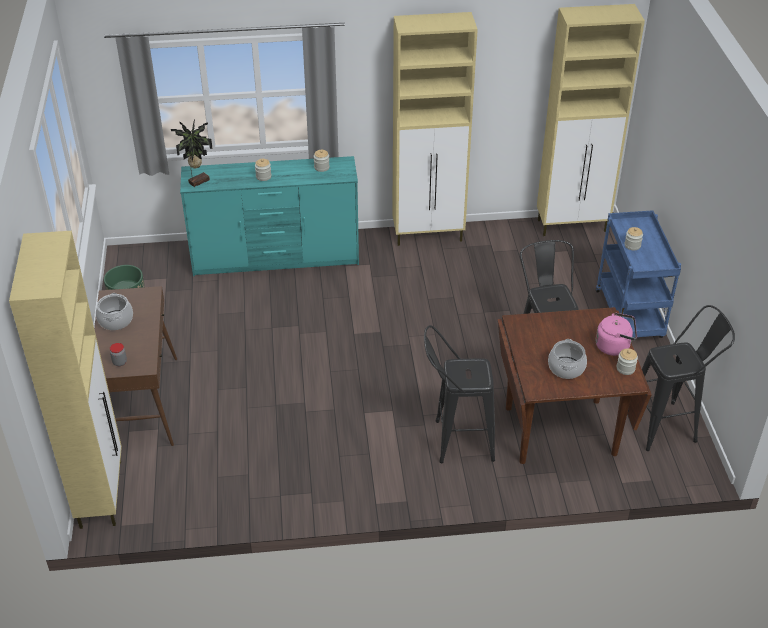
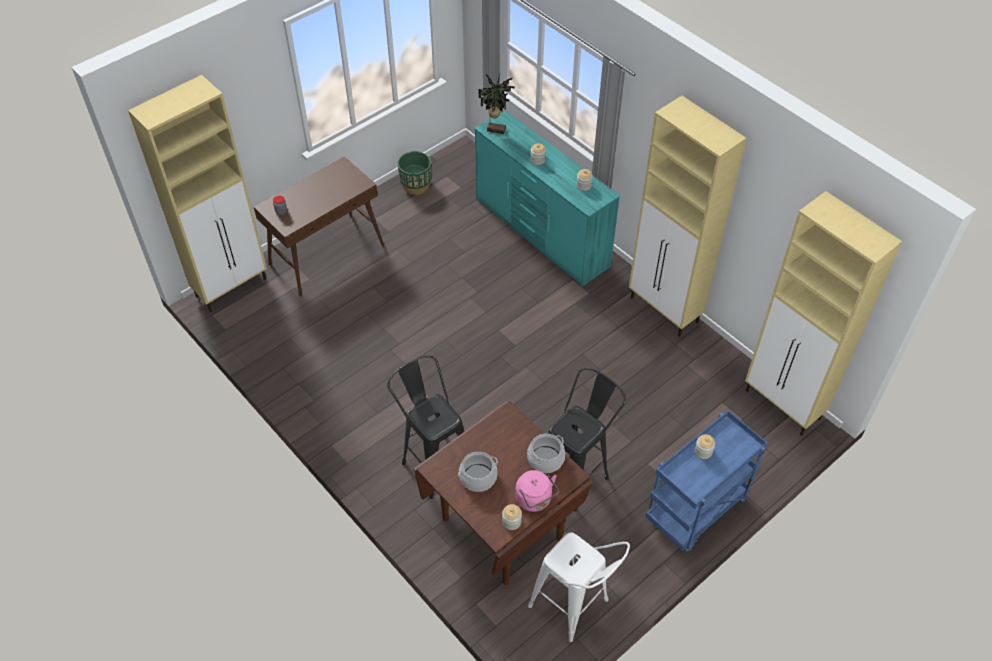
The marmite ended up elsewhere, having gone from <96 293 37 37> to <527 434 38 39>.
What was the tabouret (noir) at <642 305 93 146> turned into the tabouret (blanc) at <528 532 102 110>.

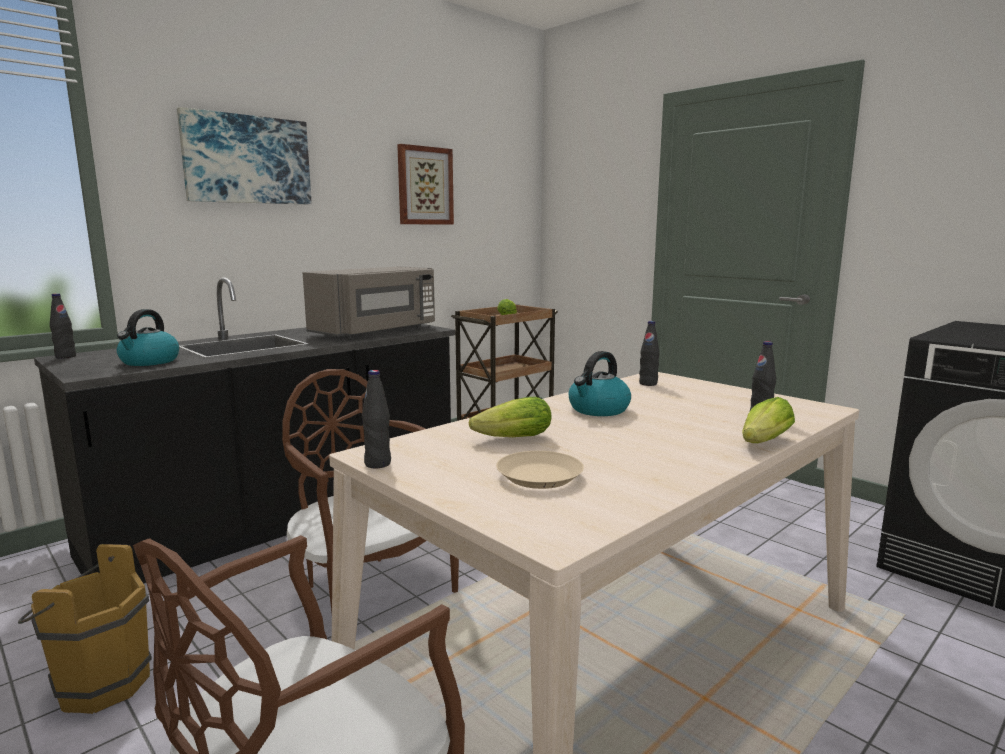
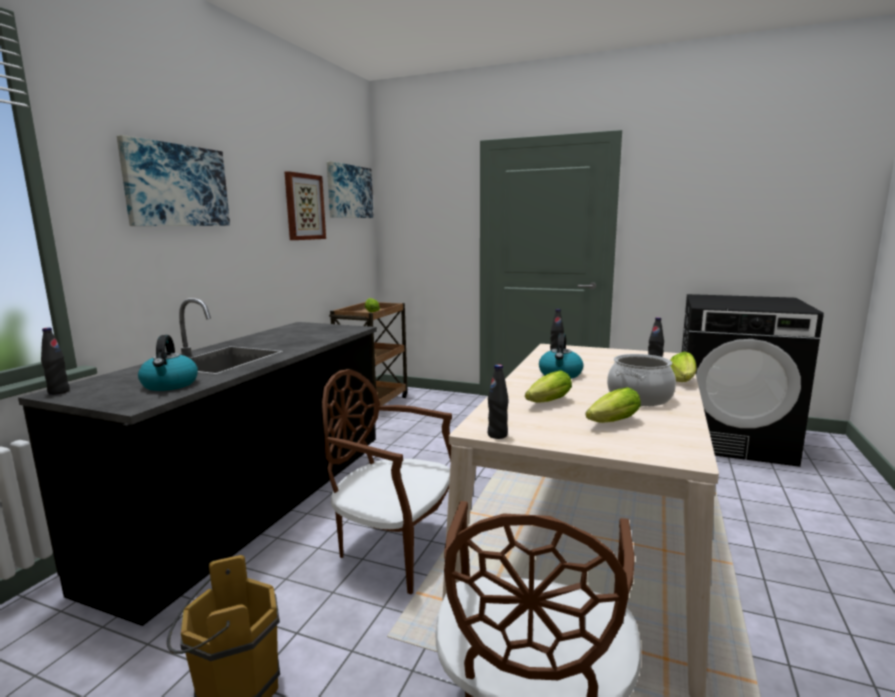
The second view lost the micro-ondes (gris) at <303 266 132 73>.
The second view gained the tableau at <327 161 47 57>.
The second view gained the marmite at <607 354 69 52>.
Where the assiette (beige) stood at <496 451 88 38>, the laitue came to stand at <585 387 56 36>.

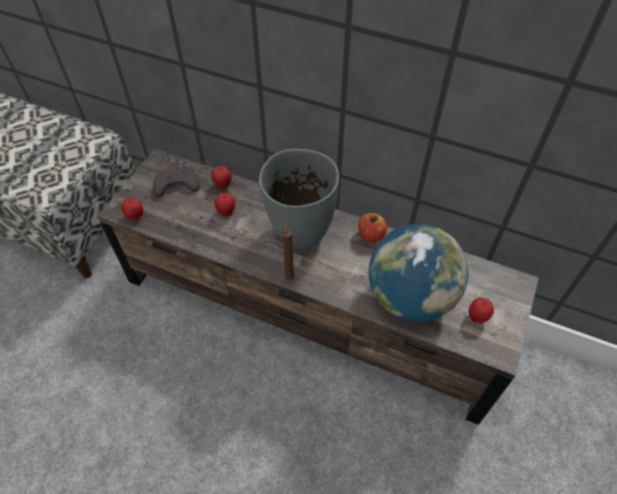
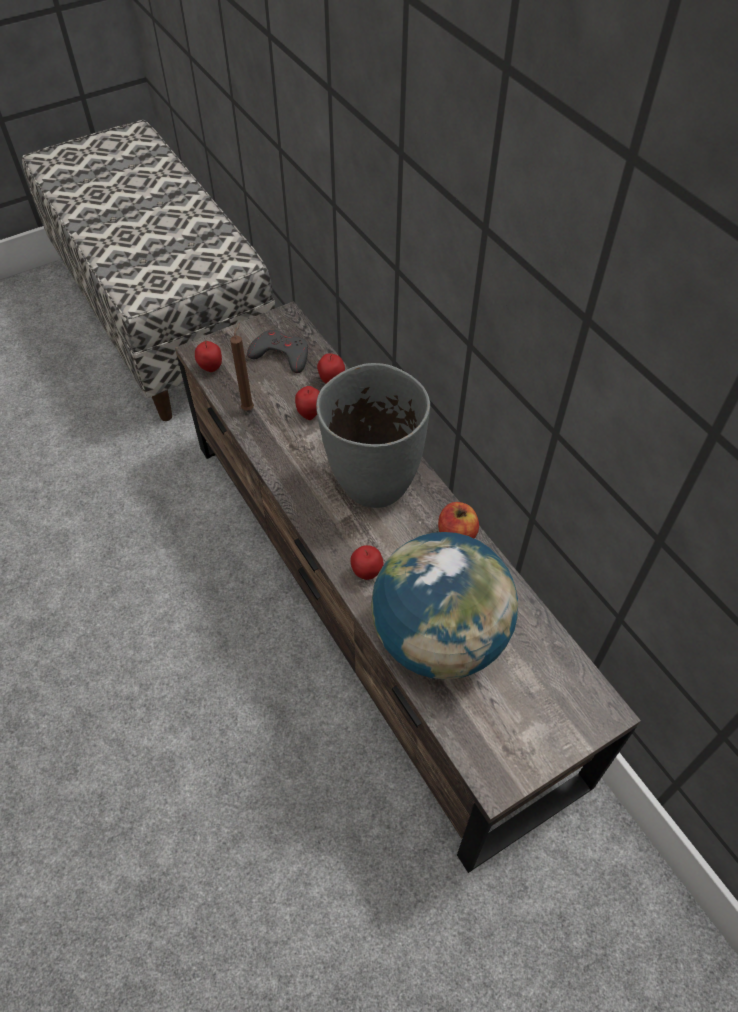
The bougie (marron) ended up elsewhere, having gone from <283 220 12 61> to <230 323 24 88>.
The pomme ended up elsewhere, having gone from <469 298 25 25> to <351 545 33 35>.

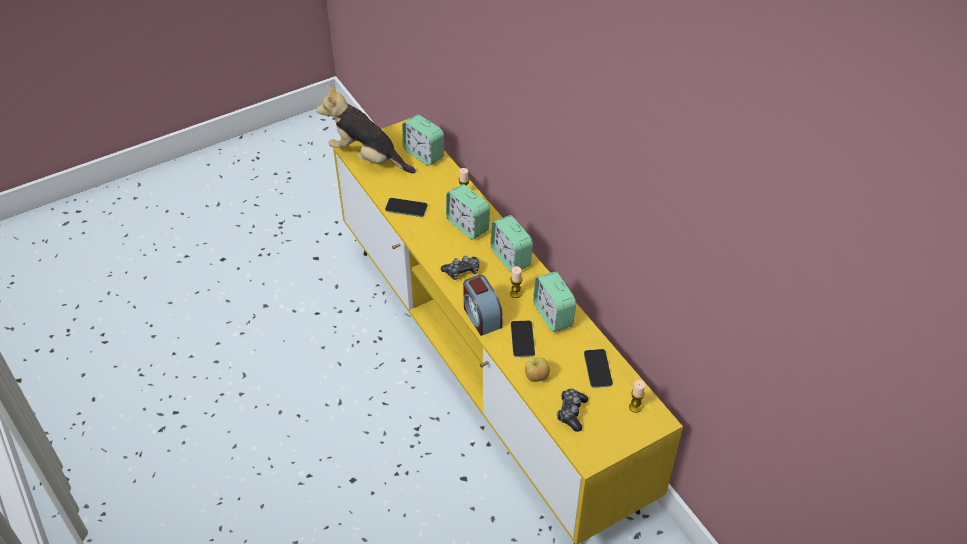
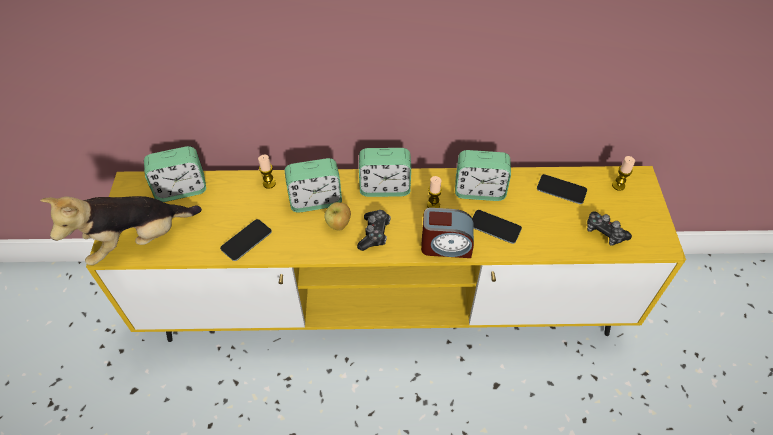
The pomme ended up elsewhere, having gone from <525 357 25 25> to <324 202 27 29>.

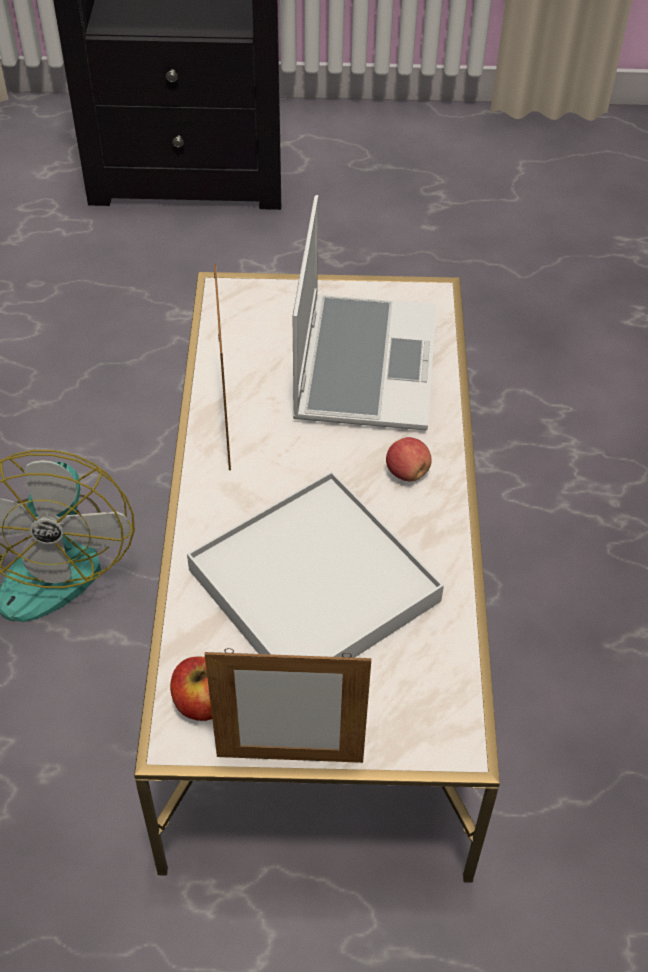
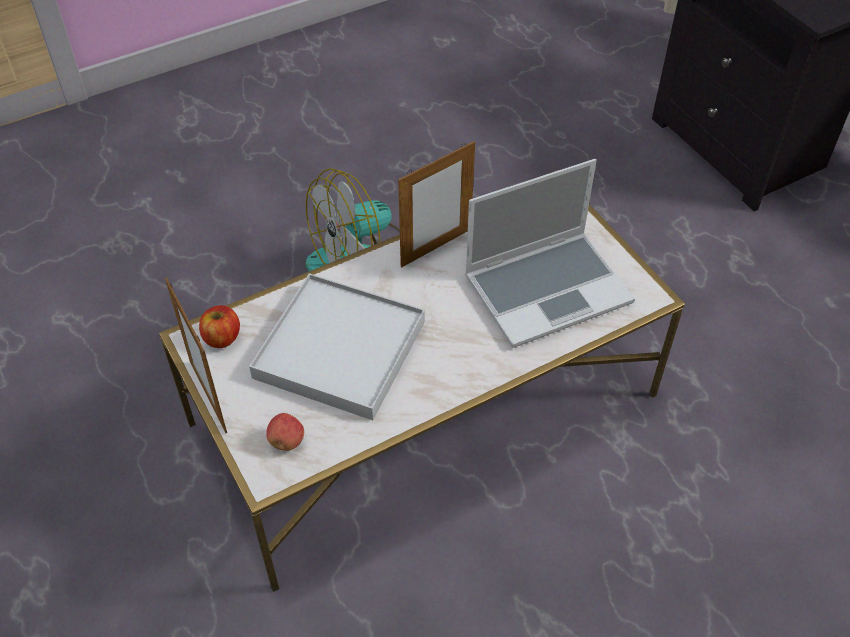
The pomme ended up elsewhere, having gone from <386 437 45 44> to <266 413 38 38>.

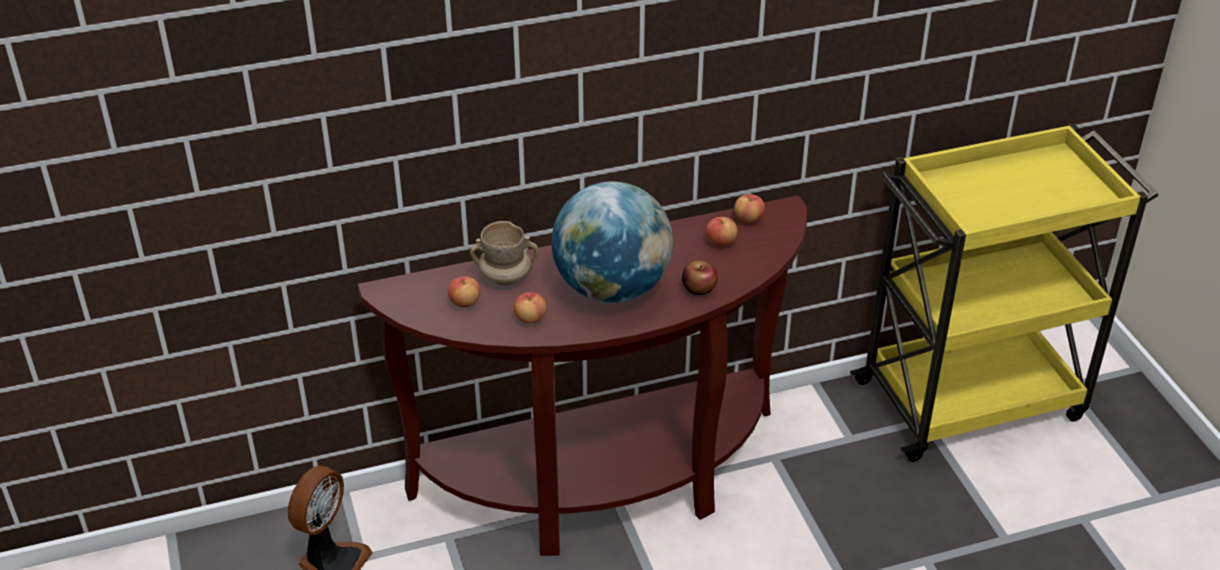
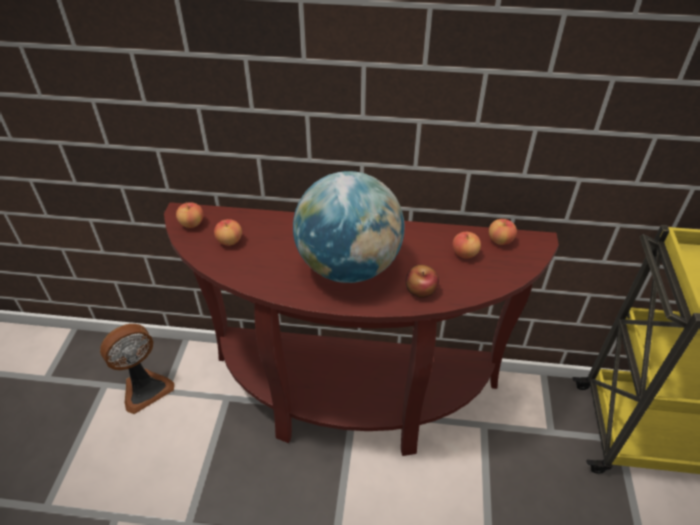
The second view lost the mug (beige) at <470 221 69 64>.
The pomme ended up elsewhere, having gone from <514 292 33 32> to <176 202 27 26>.

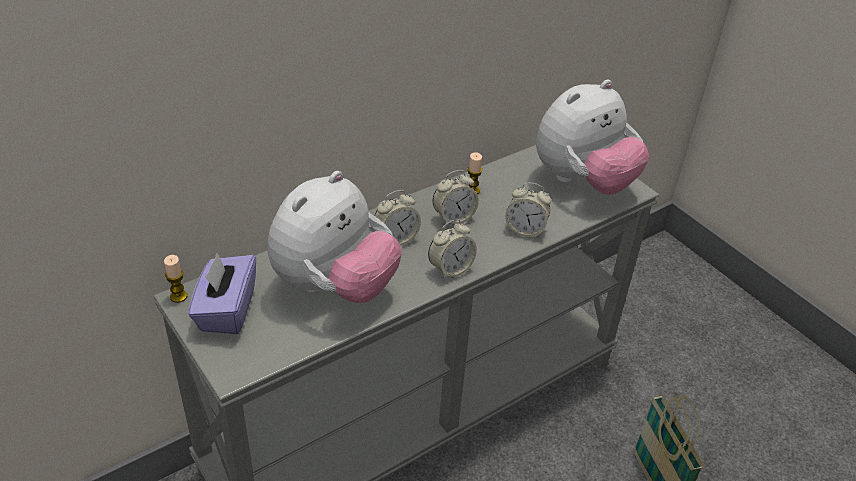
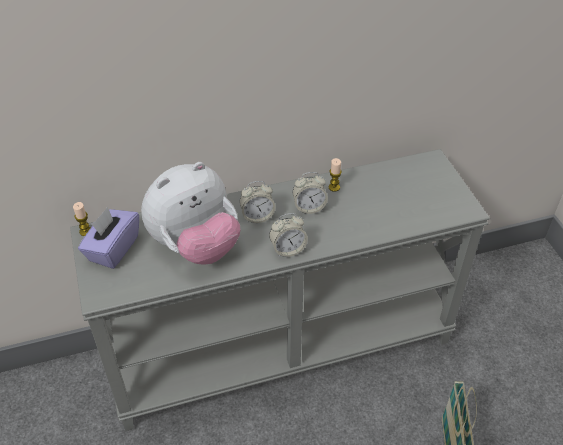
The second view lost the réveil at <505 183 46 55>.
The second view lost the peluche at <536 80 113 115>.

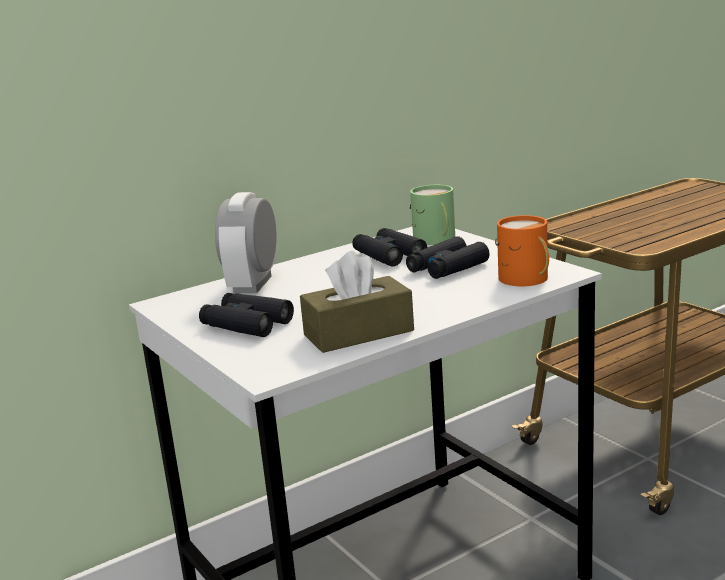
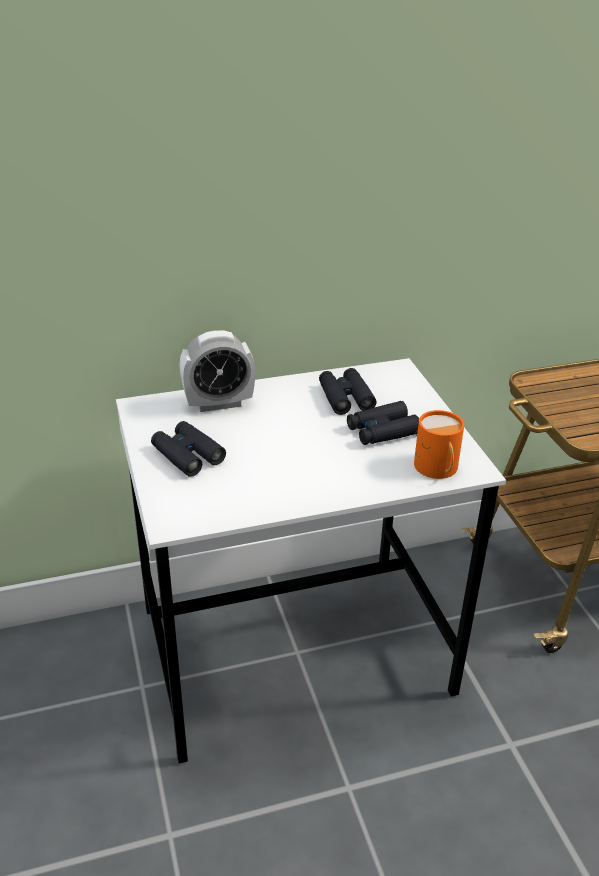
The second view lost the boîte à mouchoirs (marron) at <300 251 114 102>.
The second view lost the mug (vert) at <410 185 45 60>.
The réveil at <215 192 62 101> ended up facing another way, 135 degrees counterclockwise from before.

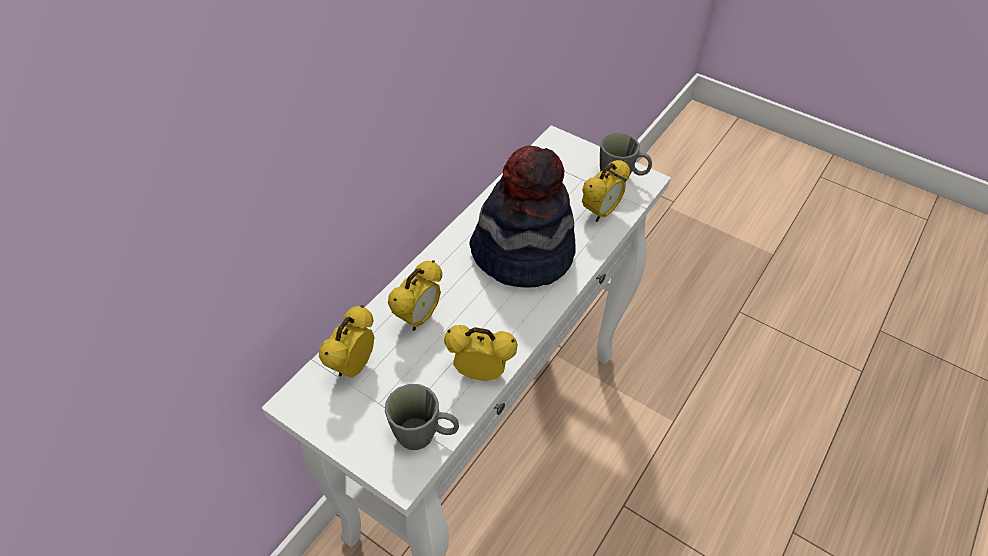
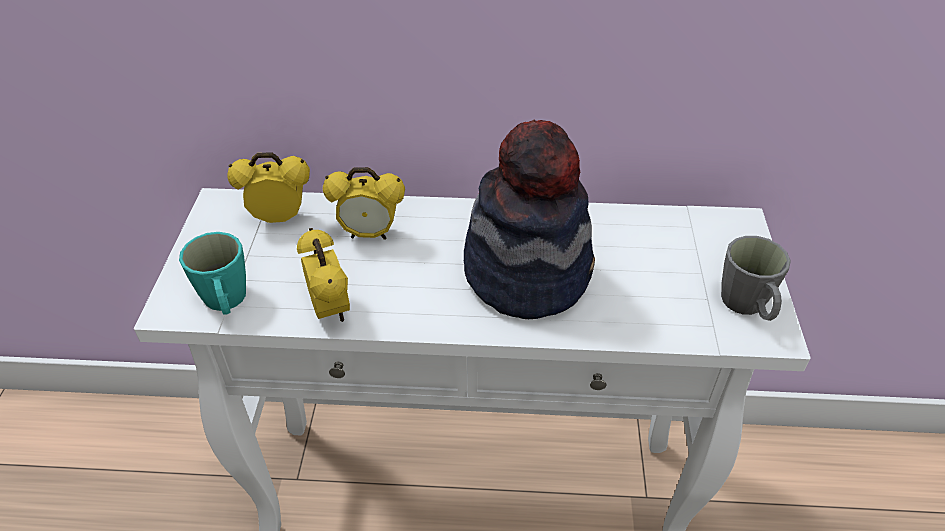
The second view lost the réveil at <582 160 48 62>.
What was the mug (gris) at <385 384 74 66> turned into the mug (turquoise) at <179 232 67 83>.

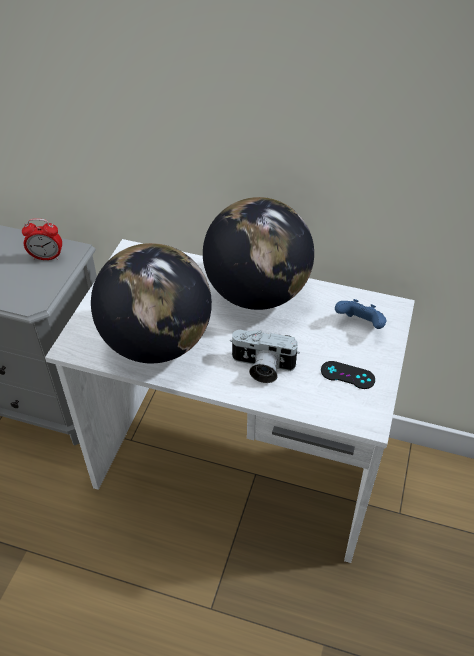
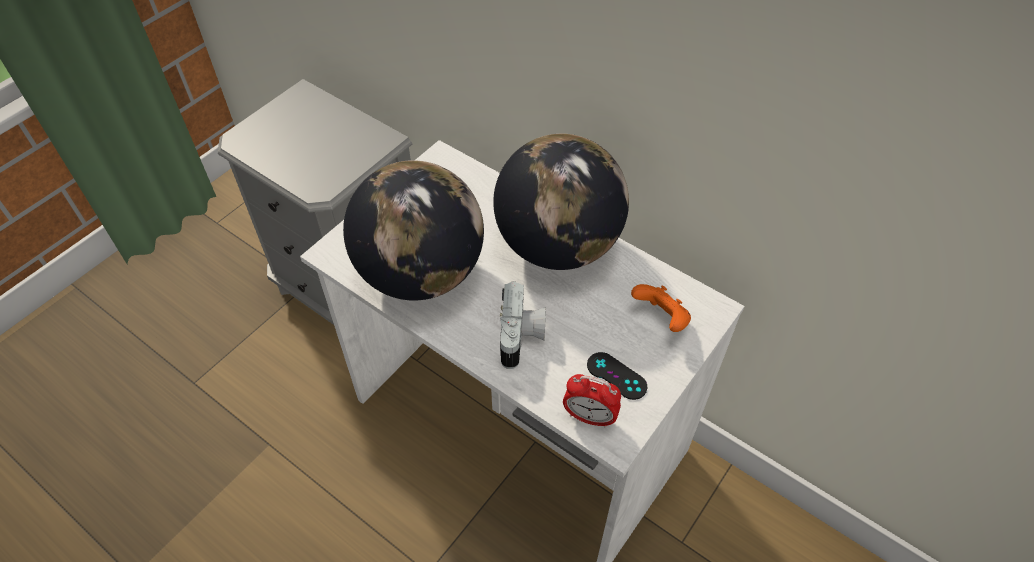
The réveil ended up elsewhere, having gone from <22 218 40 42> to <563 374 58 54>.
What was the manette (bleu) at <335 299 51 30> turned into the manette (orange) at <631 284 60 48>.
The appareil photo at <230 330 70 53> ended up facing another way, 120 degrees counterclockwise from before.

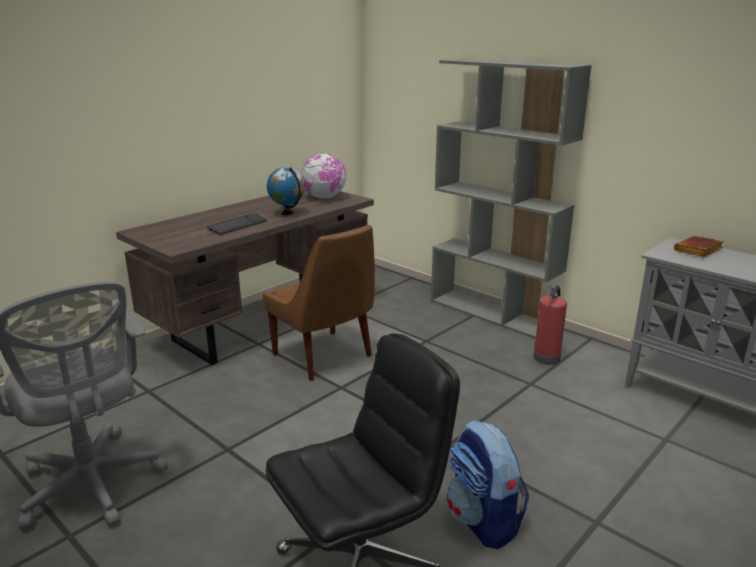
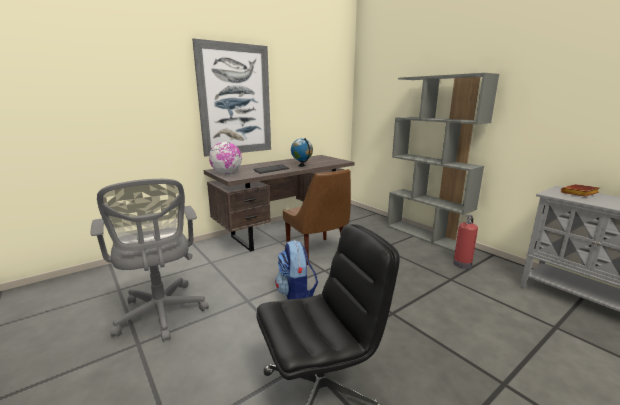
The second view gained the tableau at <192 38 79 119>.
The globe ended up elsewhere, having gone from <302 154 45 45> to <209 142 33 32>.
The sac à dos ended up elsewhere, having gone from <447 420 82 129> to <275 240 43 59>.

